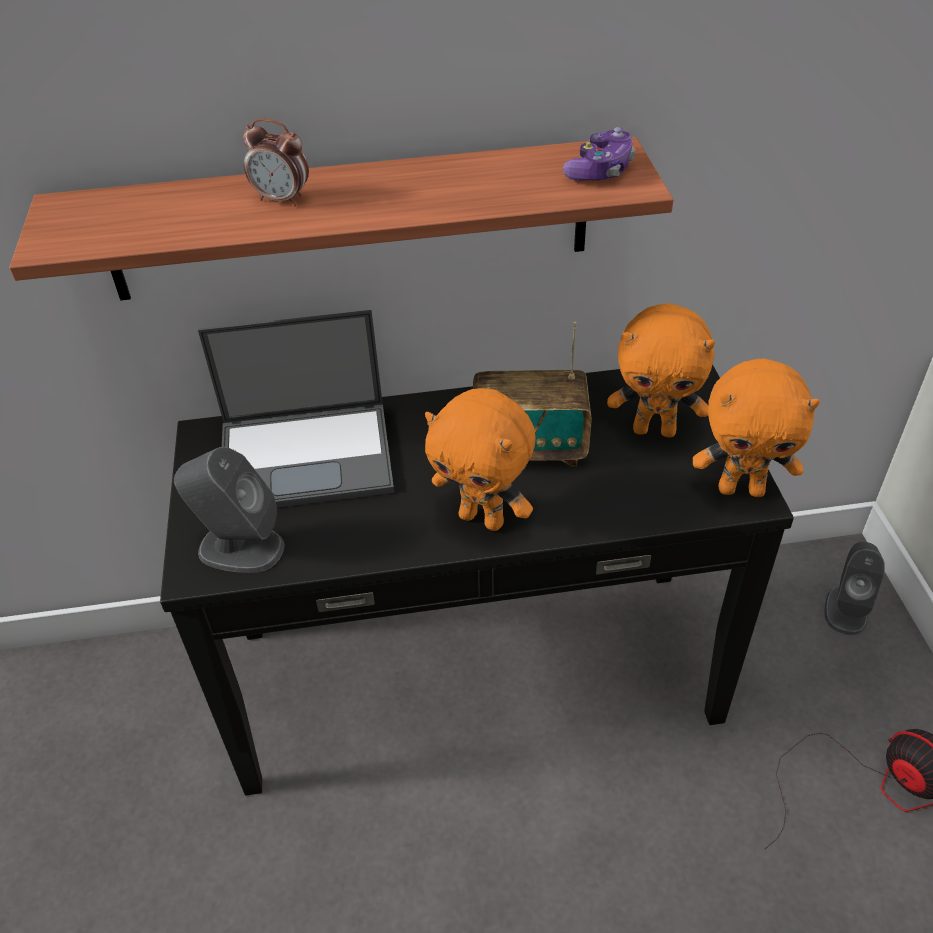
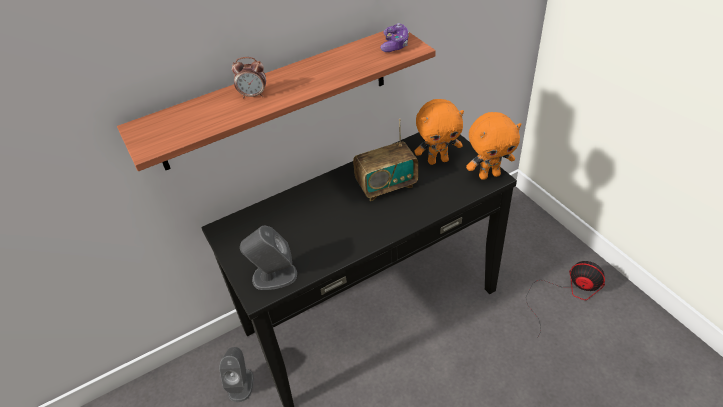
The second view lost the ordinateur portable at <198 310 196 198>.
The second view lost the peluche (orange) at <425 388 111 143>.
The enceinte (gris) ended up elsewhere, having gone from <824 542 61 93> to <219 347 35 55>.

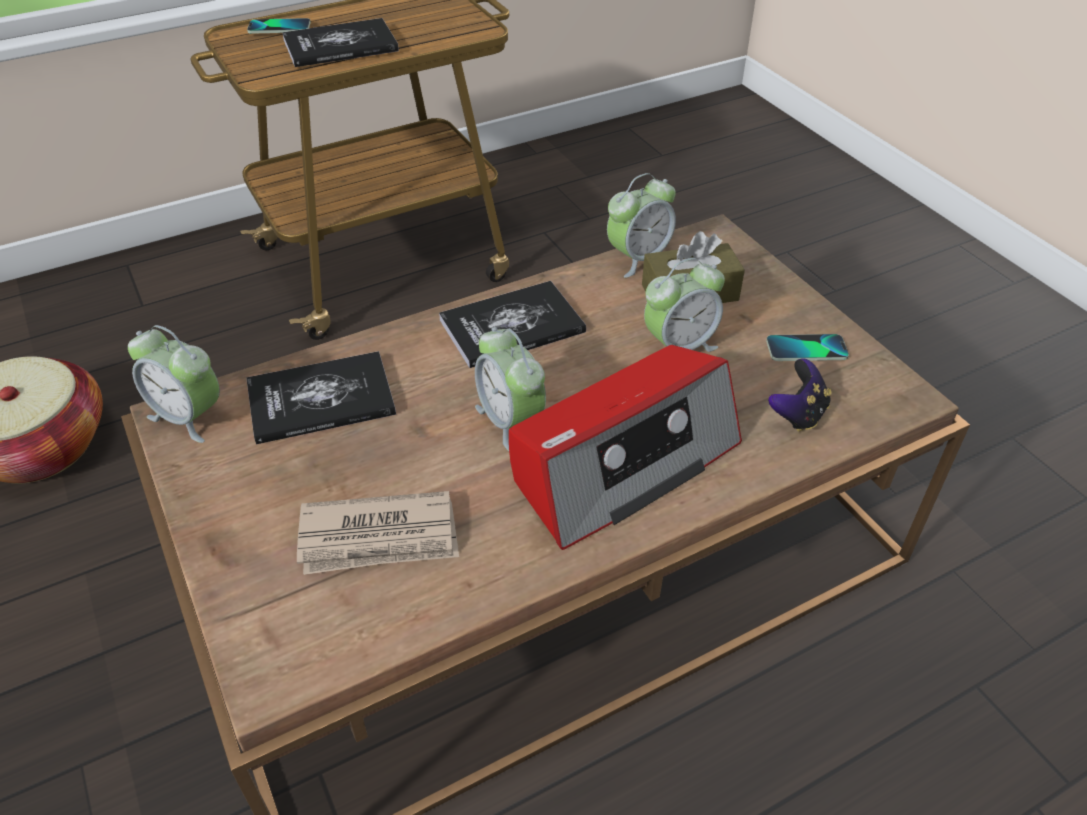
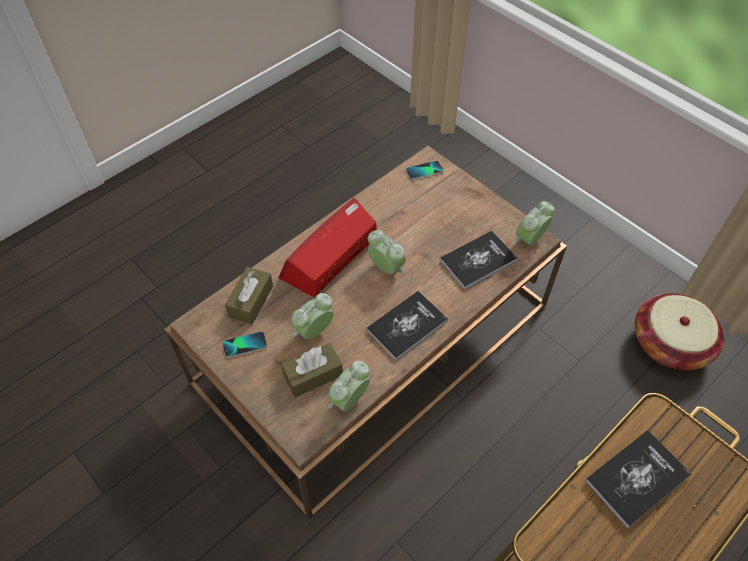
The second view lost the journal at <297 491 162 84>.
The téléphone ended up elsewhere, having gone from <247 18 64 16> to <406 160 37 20>.
Where the manette stood at <768 358 64 74>, the boîte à mouchoirs (marron) came to stand at <225 267 48 57>.
The réveil at <128 325 92 118> ended up facing another way, 60 degrees counterclockwise from before.

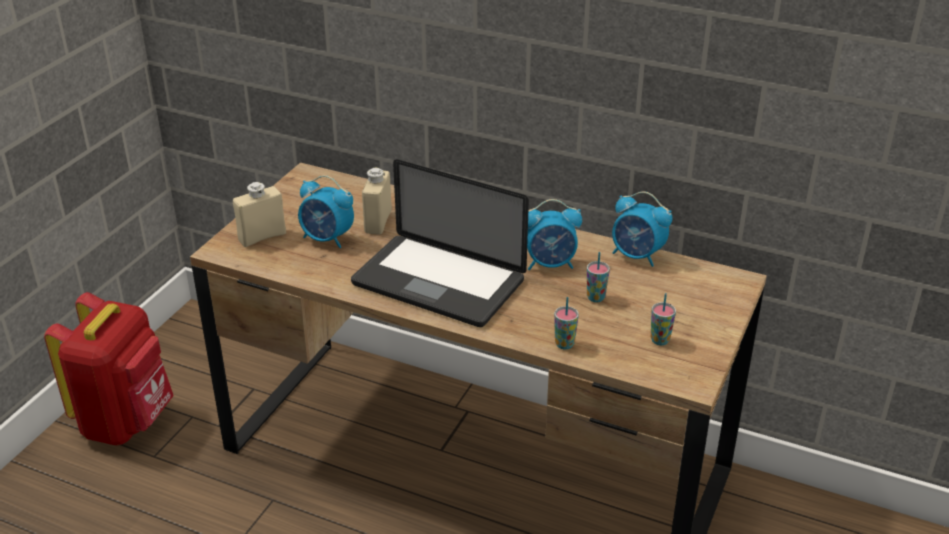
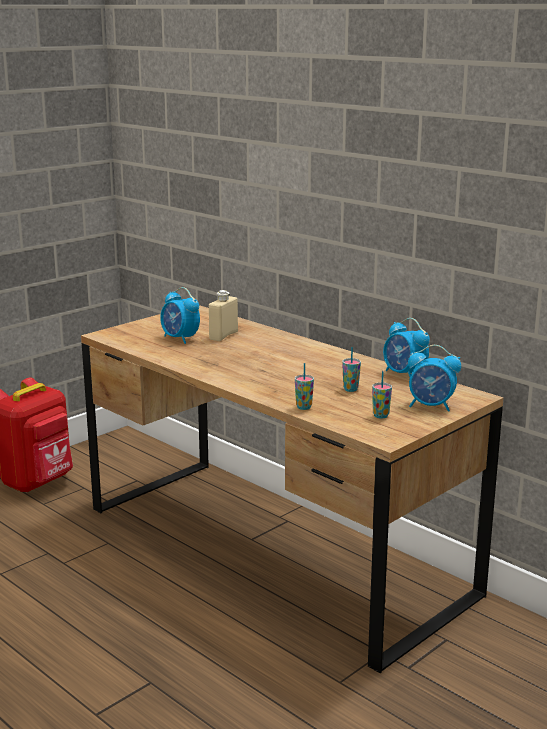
The second view lost the bouteille (beige) at <233 182 53 65>.
The second view lost the ordinateur portable at <351 159 178 168>.
The réveil ended up elsewhere, having gone from <527 199 55 71> to <408 345 53 67>.

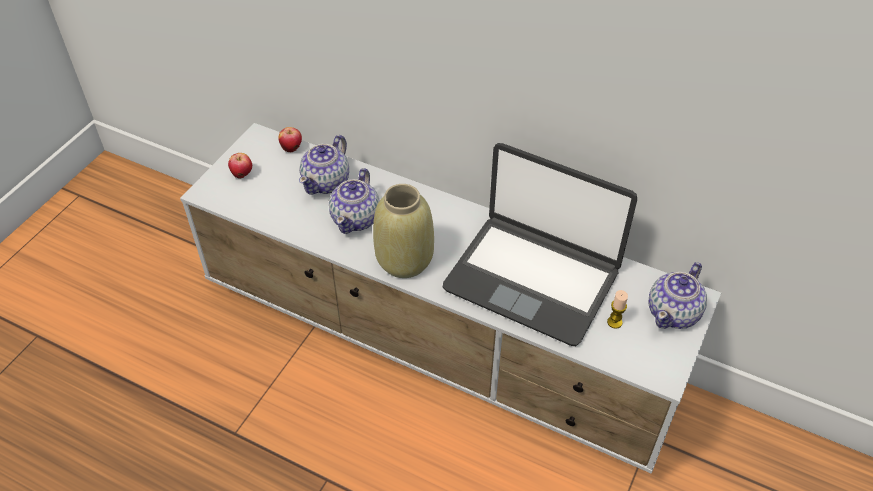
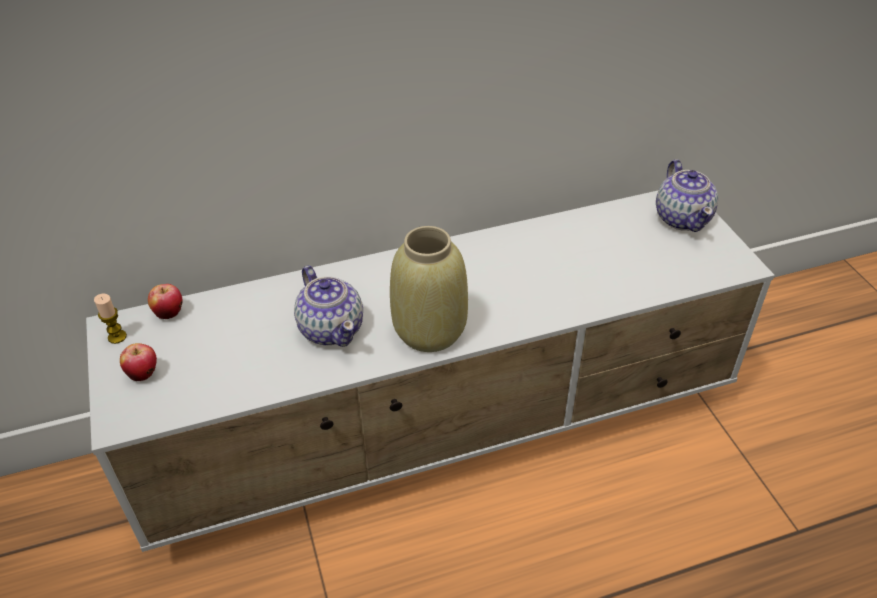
The second view lost the théière at <299 135 50 60>.
The second view lost the ordinateur portable at <443 143 194 203>.
The bougie ended up elsewhere, having gone from <607 290 21 39> to <94 294 33 50>.

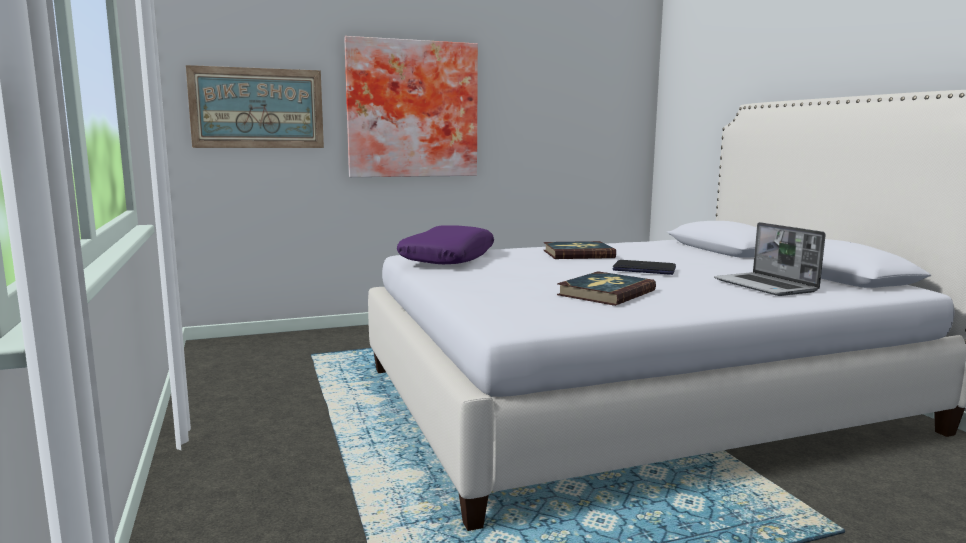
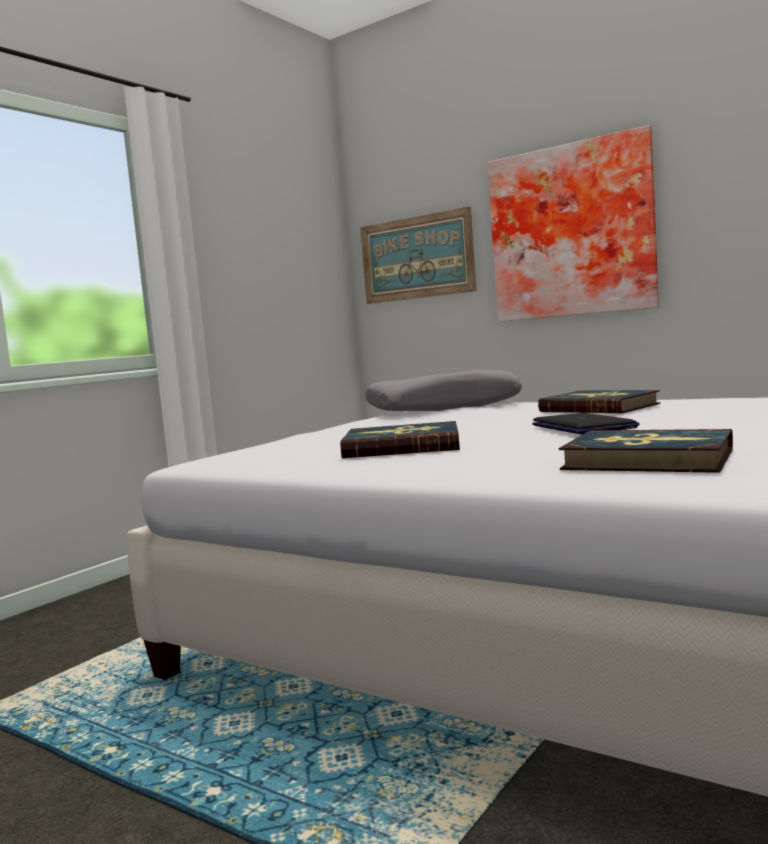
Where the ordinateur portable stood at <714 222 112 74>, the livre came to stand at <559 429 174 44>.
What was the coussin (violet) at <397 225 97 39> turned into the coussin (gris) at <366 369 156 42>.

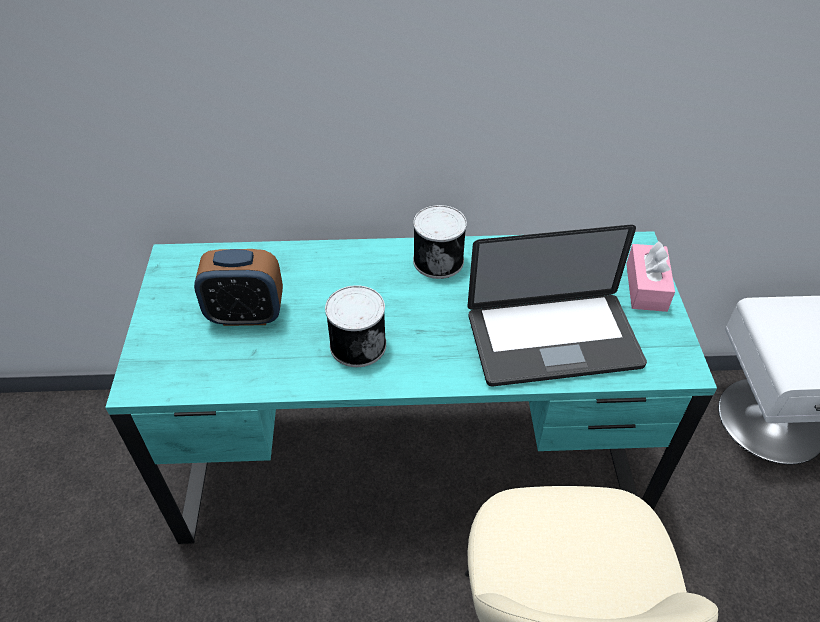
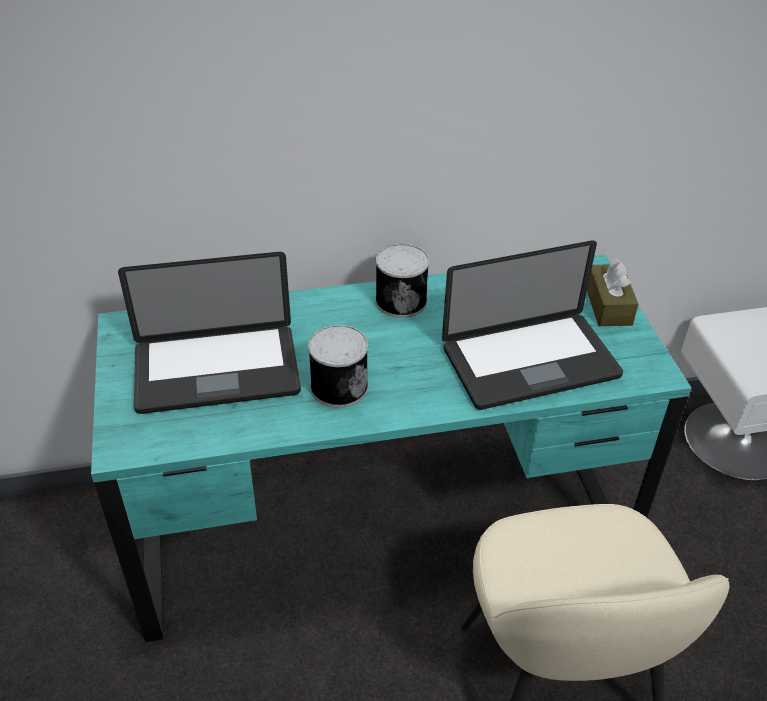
Where the réveil stood at <194 249 89 77>, the ordinateur portable came to stand at <118 252 183 162>.
What was the boîte à mouchoirs (rose) at <626 241 49 71> turned into the boîte à mouchoirs (marron) at <587 258 51 68>.

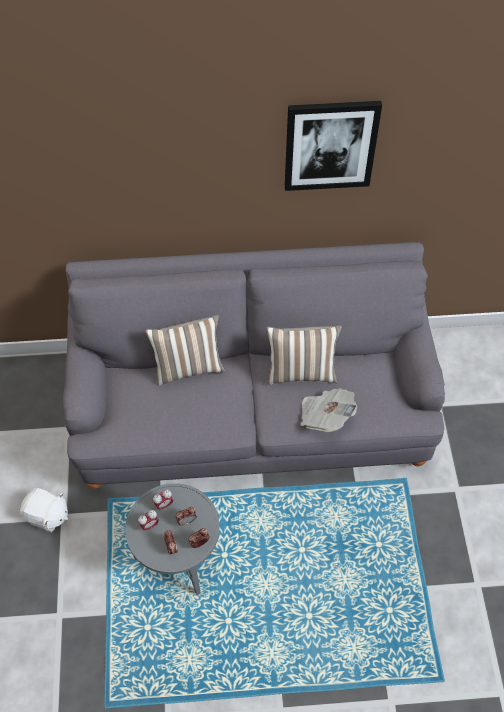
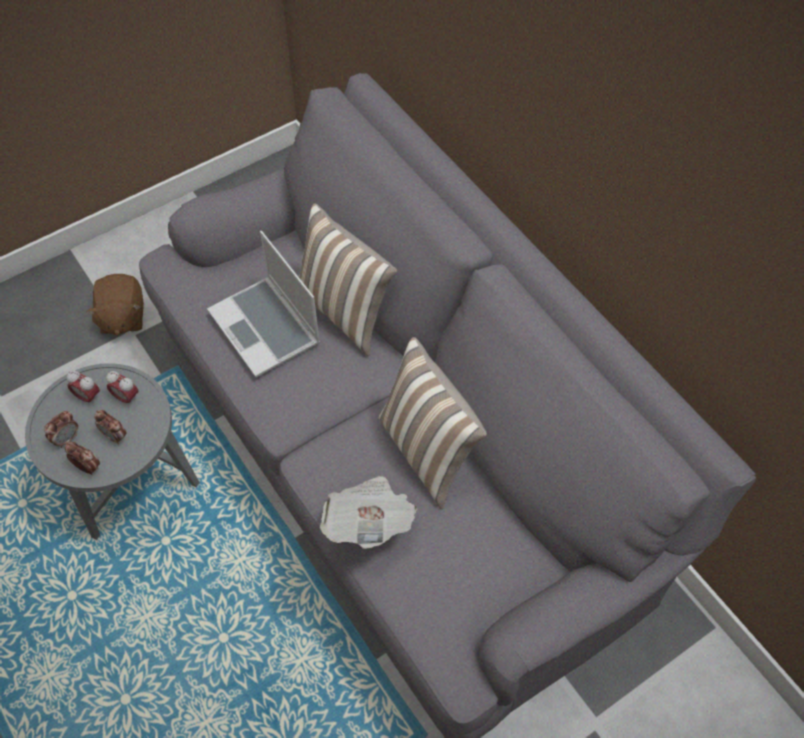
The second view lost the tableau at <285 101 97 90>.
The second view gained the ordinateur portable at <207 231 113 147>.
What was the peluche (blanc) at <20 488 48 44> turned into the peluche (marron) at <86 274 58 62>.

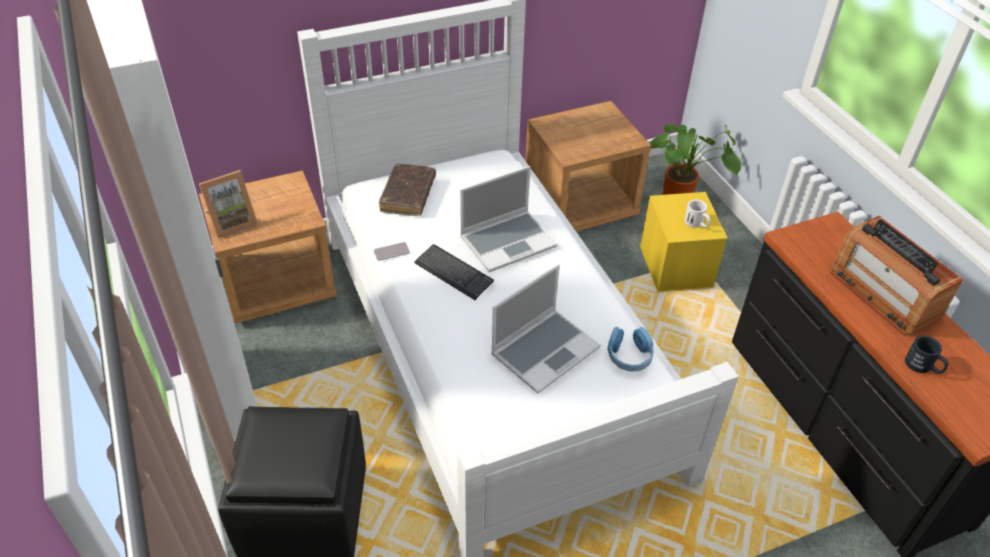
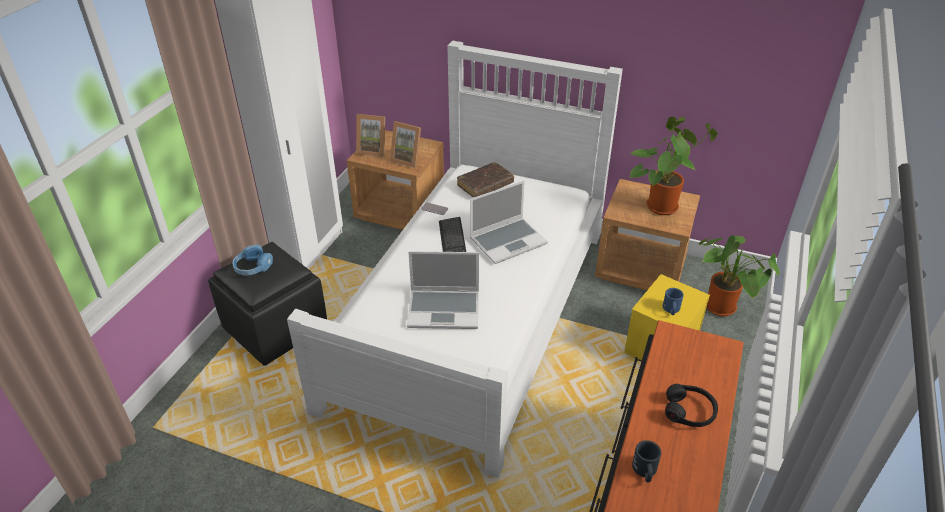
The second view gained the cadre photo at <390 121 31 47>.
The second view gained the plante en pot at <629 117 89 98>.
The casque audio (bleu) ended up elsewhere, having gone from <607 327 47 44> to <232 245 41 30>.
Where the radio stood at <831 216 133 120>, the casque audio (noir) came to stand at <665 384 53 43>.
What was the mug (blanc) at <684 200 26 28> turned into the mug (bleu) at <663 288 21 27>.
The ordinateur portable at <460 166 97 106> ended up facing another way, 45 degrees counterclockwise from before.

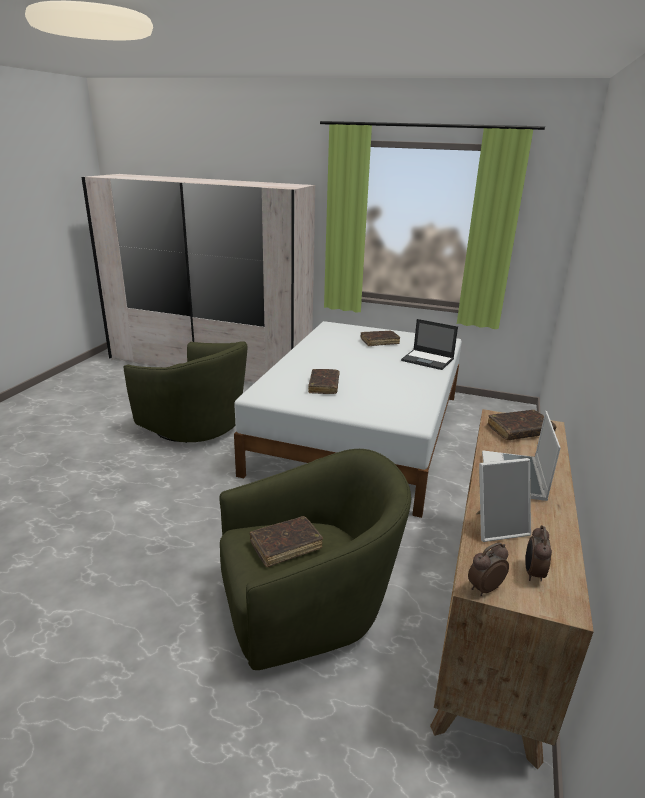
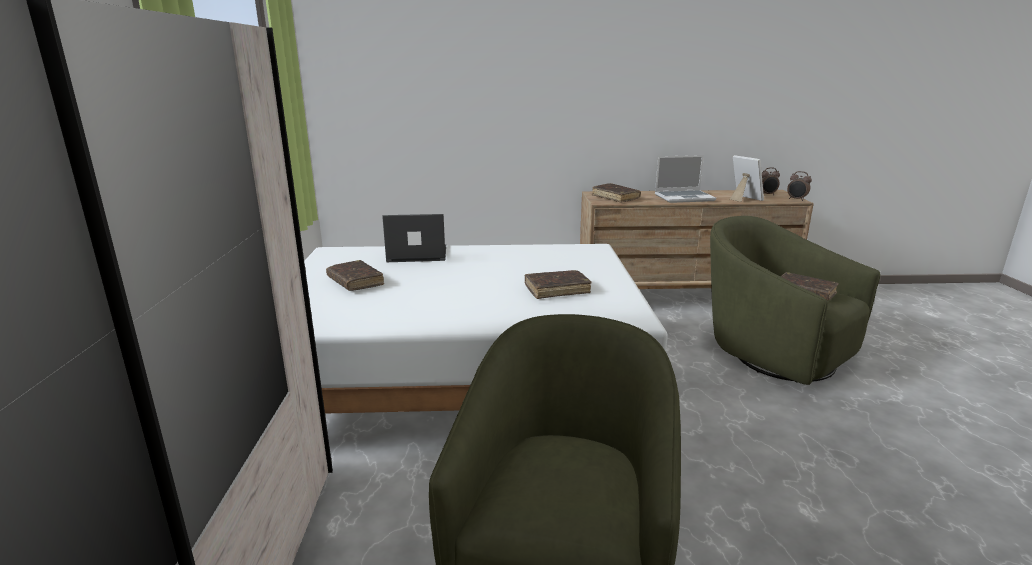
The ordinateur portable at <401 319 57 51> ended up facing another way, 105 degrees counterclockwise from before.

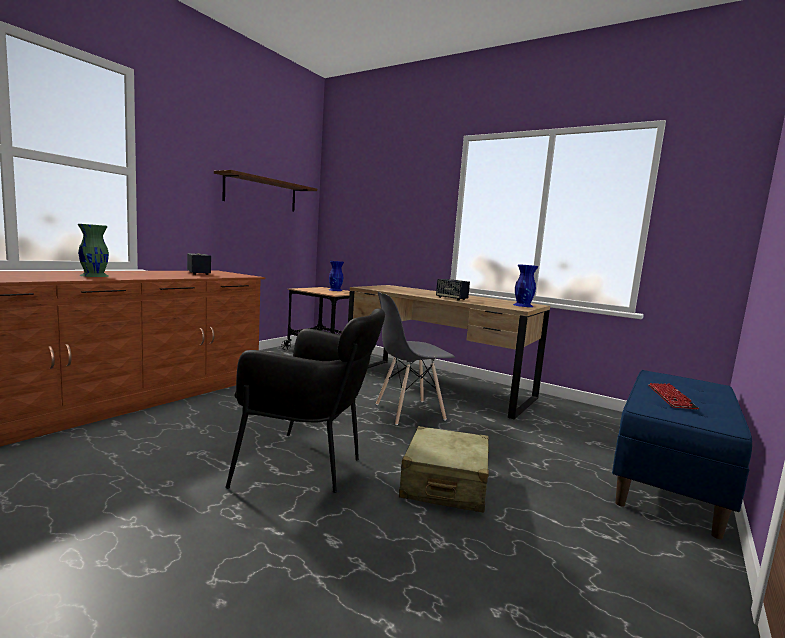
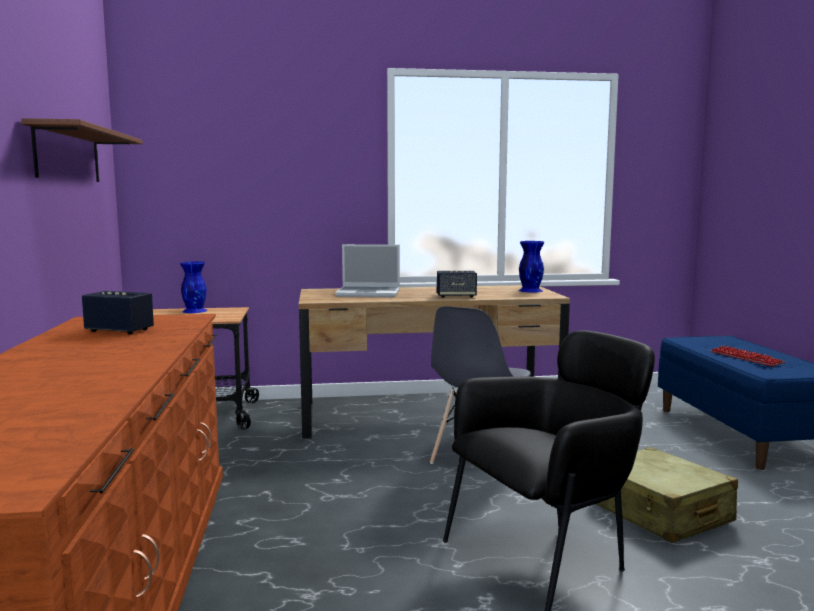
The second view lost the vase (vert) at <78 224 31 53>.
The second view gained the ordinateur portable at <335 244 65 53>.

